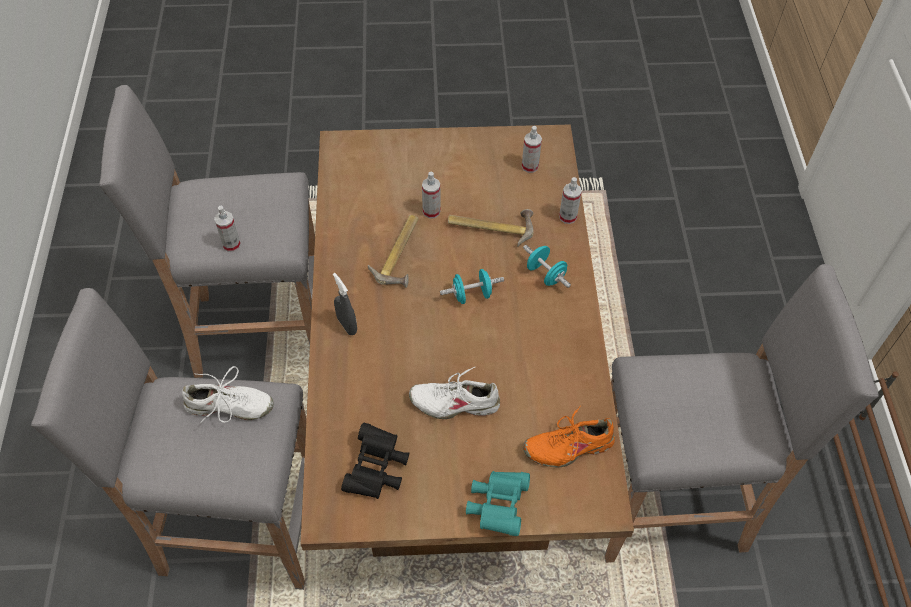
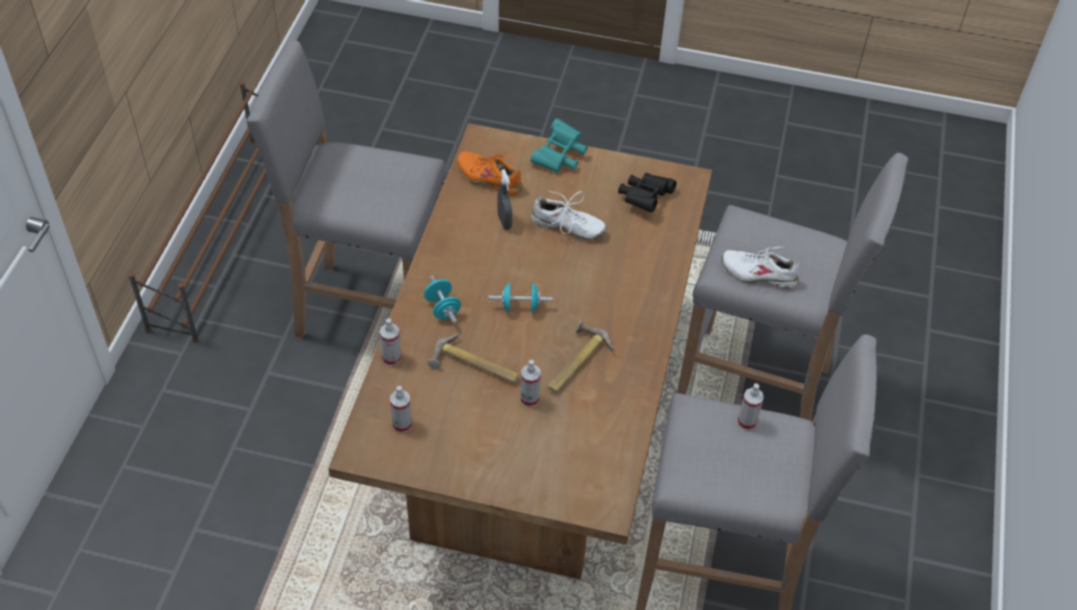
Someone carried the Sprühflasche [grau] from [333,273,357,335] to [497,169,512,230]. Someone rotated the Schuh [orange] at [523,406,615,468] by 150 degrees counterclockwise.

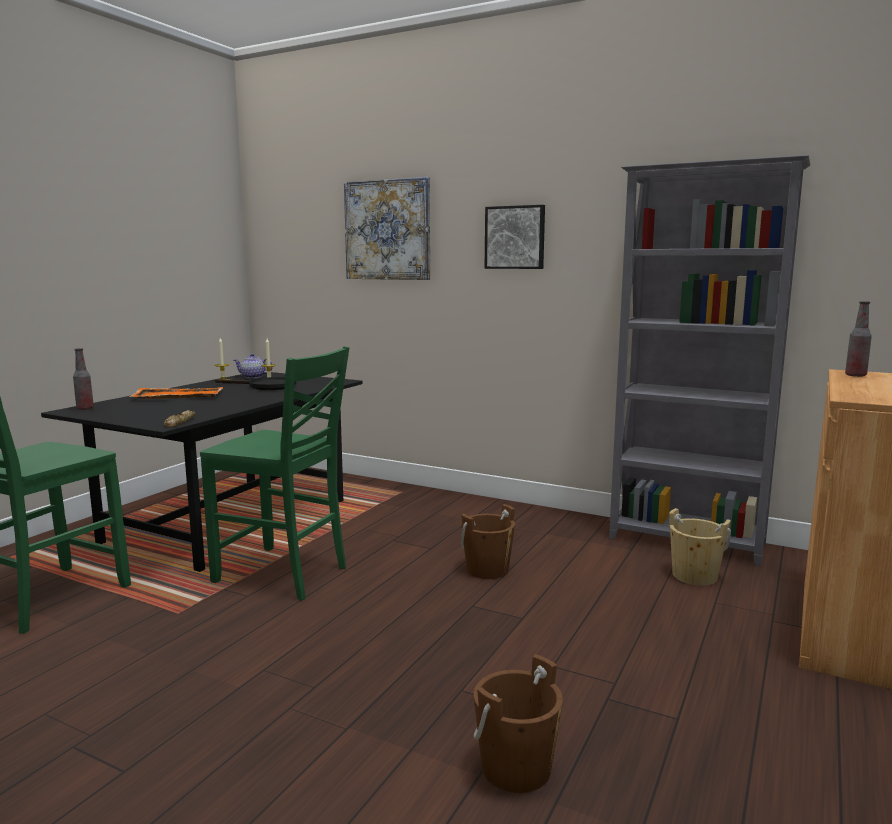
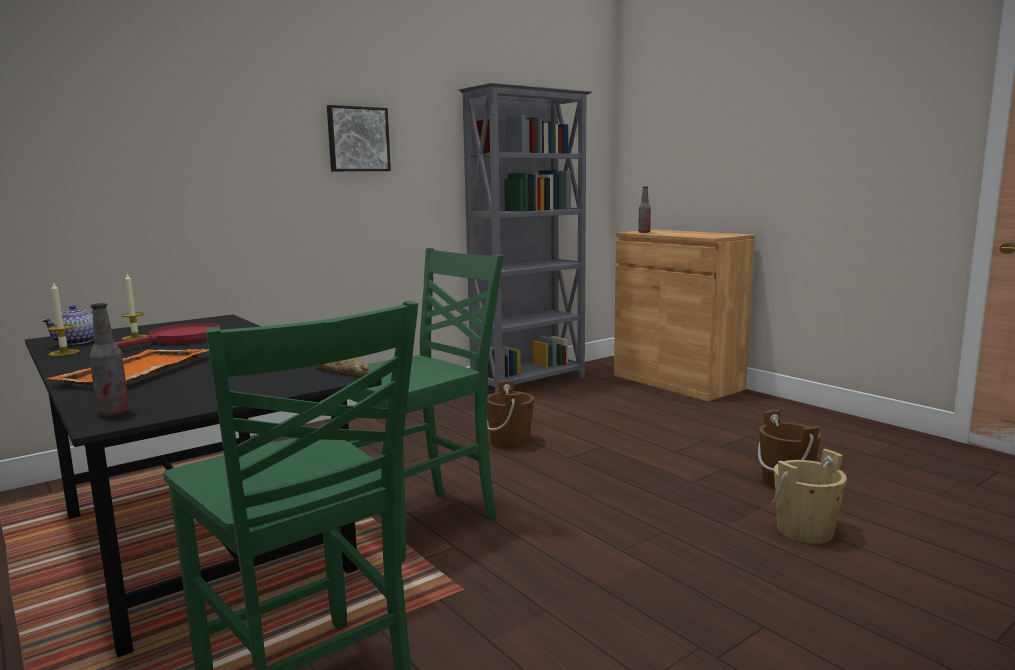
Someone repainted the Pfanne [schwarz] at [215,377,296,390], which became the Pfanne [rot] at [91,323,221,350]. Someone took away the Bild at [344,177,430,280]. Someone carried the Eimer [beige] from [669,508,731,586] to [772,449,847,544].

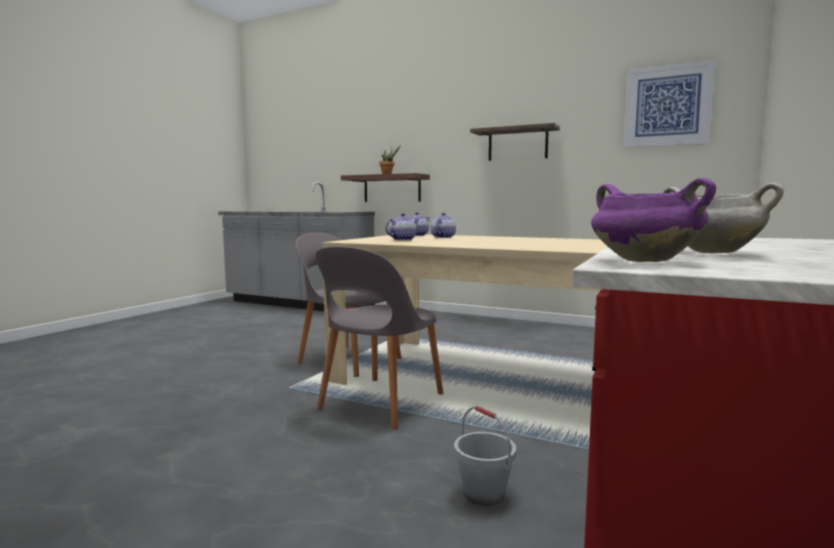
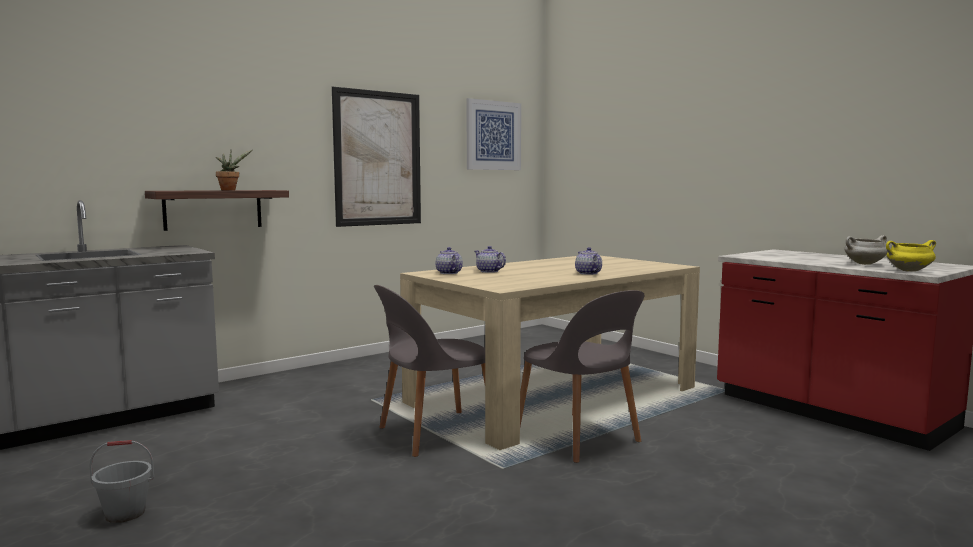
Someone carried the Teekanne from [385,213,420,241] to [575,247,602,275]. Someone carried the Eimer [grau] from [454,406,516,506] to [89,440,154,523]. Someone swapped the Wandregal at [470,123,560,161] for the Bild at [332,86,421,227]. Someone repainted the Kochtopf [lila] at [591,178,716,262], which became the Kochtopf [gelb] at [886,240,936,272].

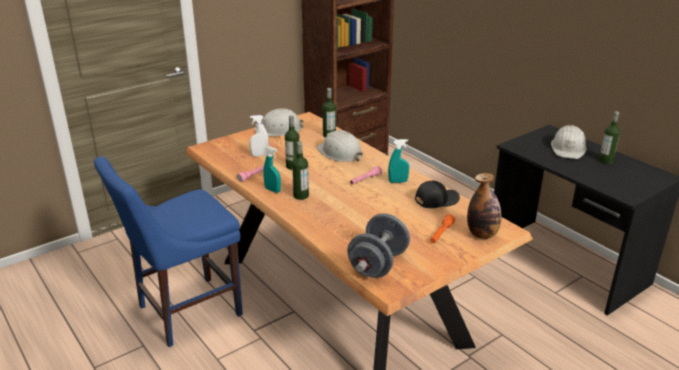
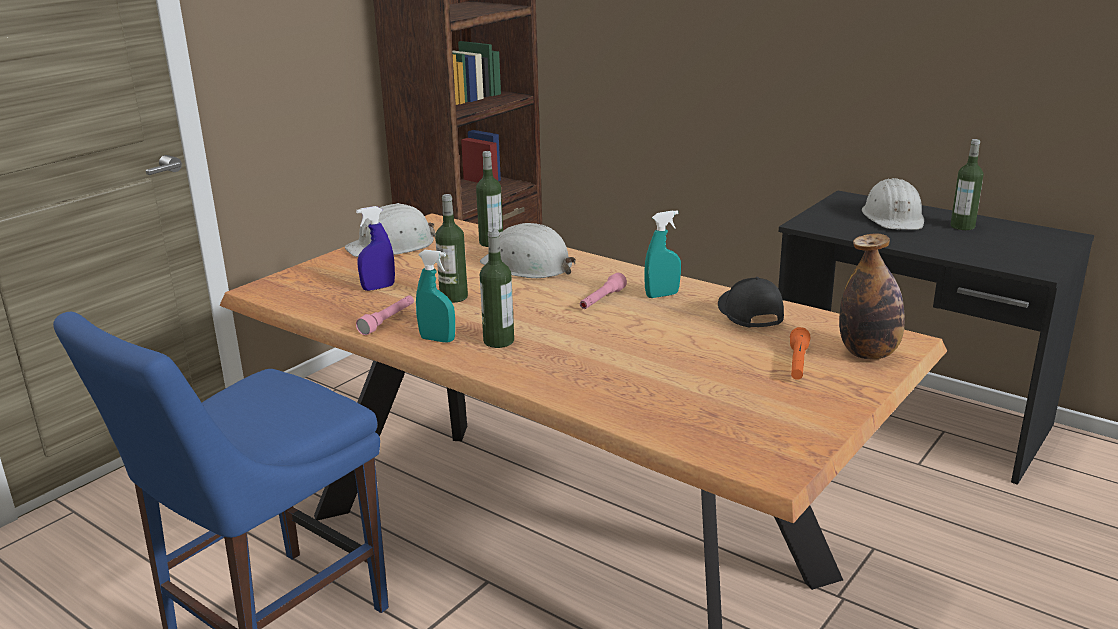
Someone repainted the Sprühflasche [weiß] at [249,115,269,156], which became the Sprühflasche [blau] at [356,206,395,291]. Someone took away the Hantel [grau] at [347,213,410,278]. Someone rotated the Kappe [schwarz] at [415,181,460,208] by 60 degrees counterclockwise.

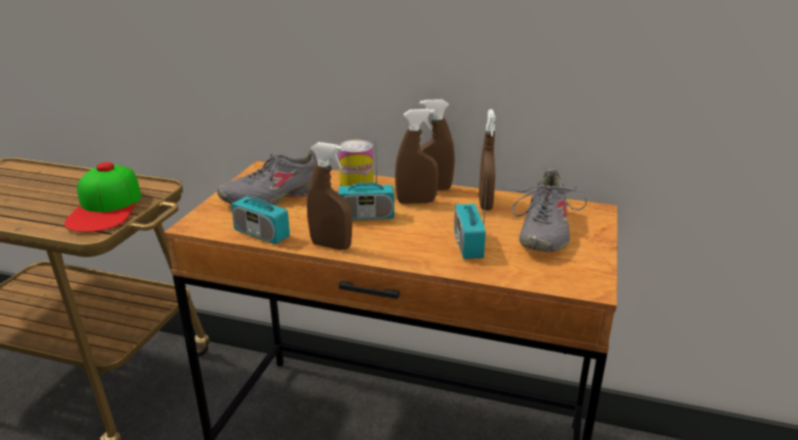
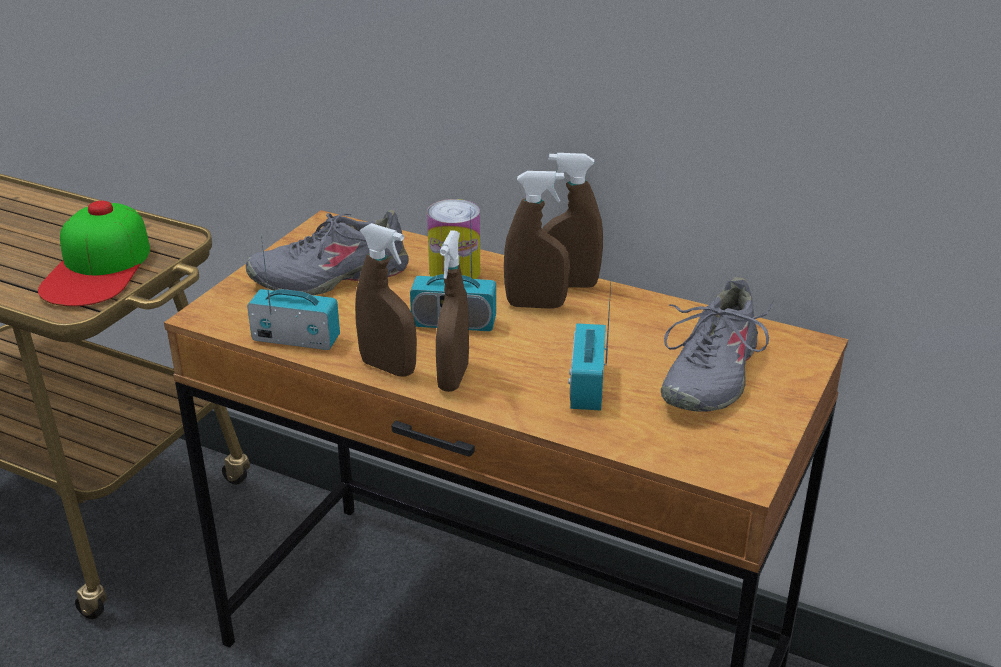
Someone rotated the Radio at [231,155,290,244] by 150 degrees clockwise. Someone carried the Sprühflasche [braun] from [479,109,496,210] to [436,230,469,392].

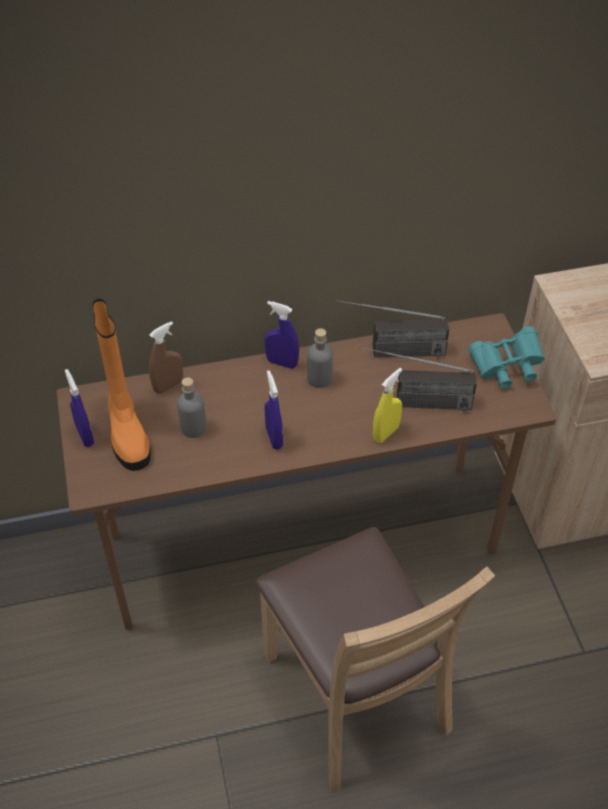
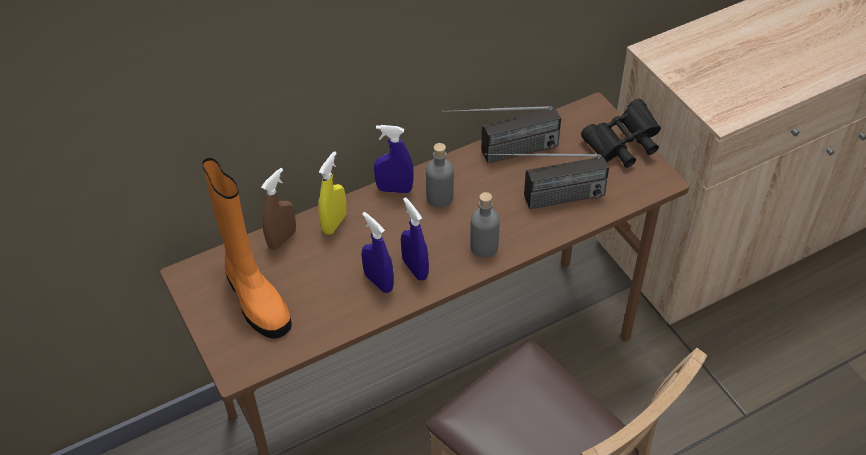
Someone carried the Sprühflasche [blau] from [65,369,94,447] to [361,212,394,293]. Someone carried the Flasche [grau] from [177,377,207,438] to [470,192,500,258]. Someone carried the Sprühflasche [gelb] from [373,368,402,443] to [318,151,347,235]. Someone repainted the Fernglas [türkis] at [468,326,545,389], which became the Fernglas [schwarz] at [581,99,661,168].

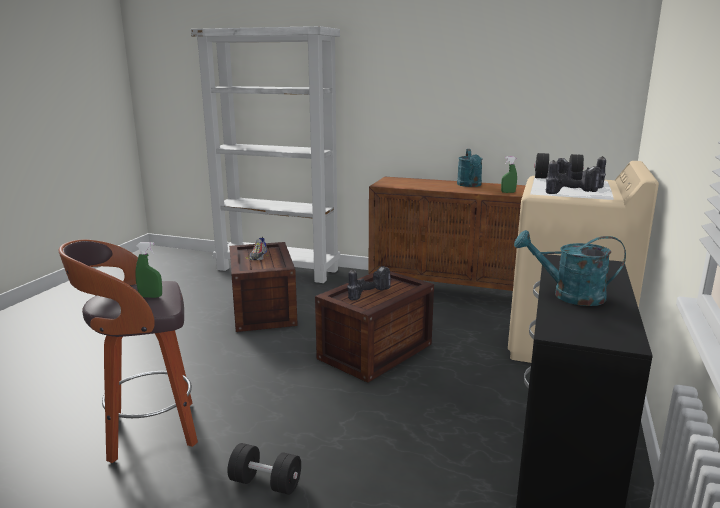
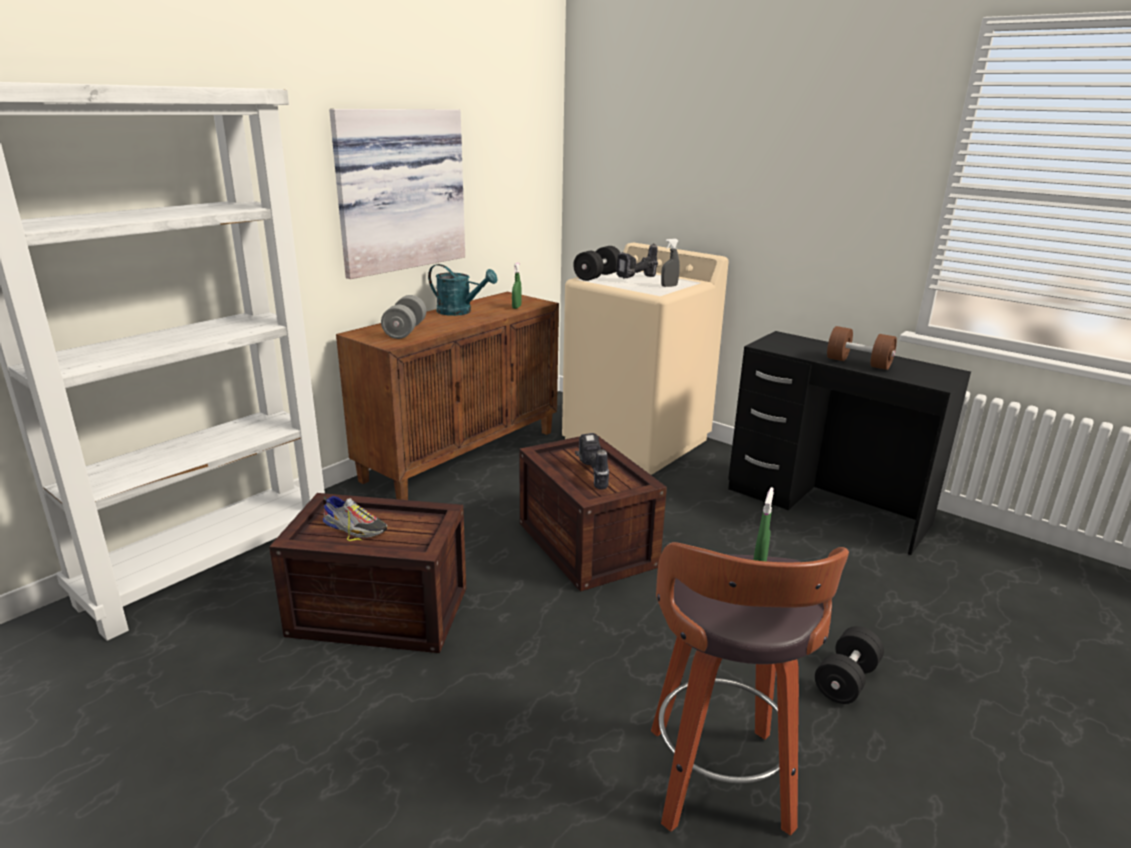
Someone swapped the Gießkanne [türkis] at [514,230,626,306] for the Hantel [braun] at [827,326,897,370]. Someone swapped the Bohrmaschine at [546,160,600,194] for the Sprühflasche [grau] at [661,239,680,287]. Someone put up the Bild at [329,109,465,279]. Someone put down the Hantel [grau] at [381,295,426,339].

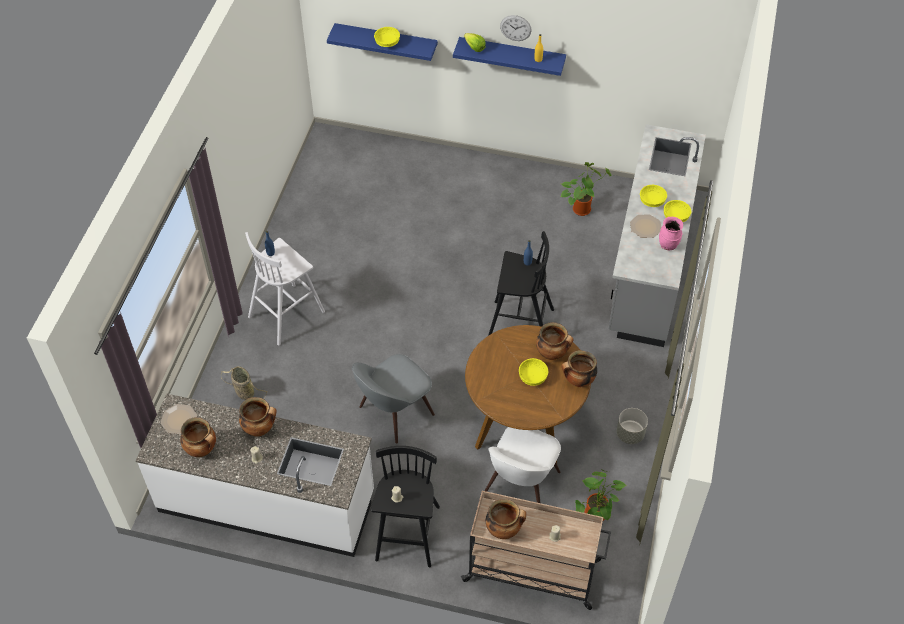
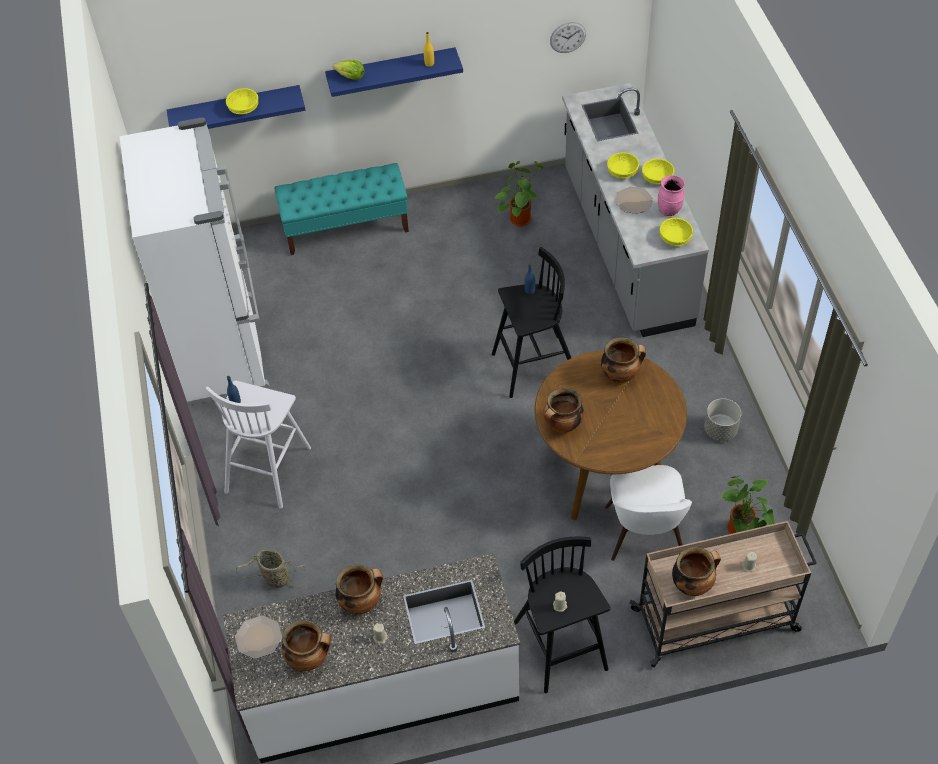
Someone took away the Stuhl [grau] at [352,354,435,444]. Someone carried the Wanduhr from [500,15,532,41] to [550,22,586,53]. Someone carried the Schüssel [gelb] from [519,358,548,386] to [660,218,693,246]. Someone carried the Kochtopf from [562,350,597,387] to [543,388,584,433]. Someone put down the Kühlschrank [weiß] at [120,117,270,406]. Someone put down the Bank [türkis] at [274,163,409,255].

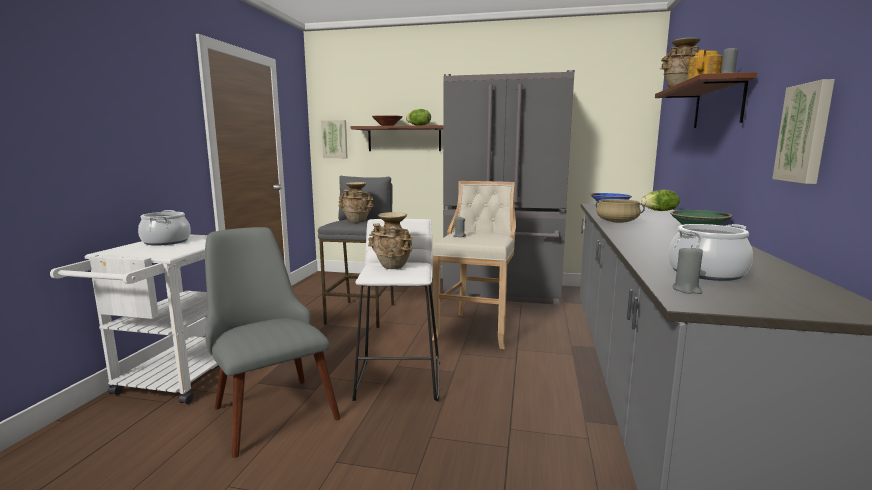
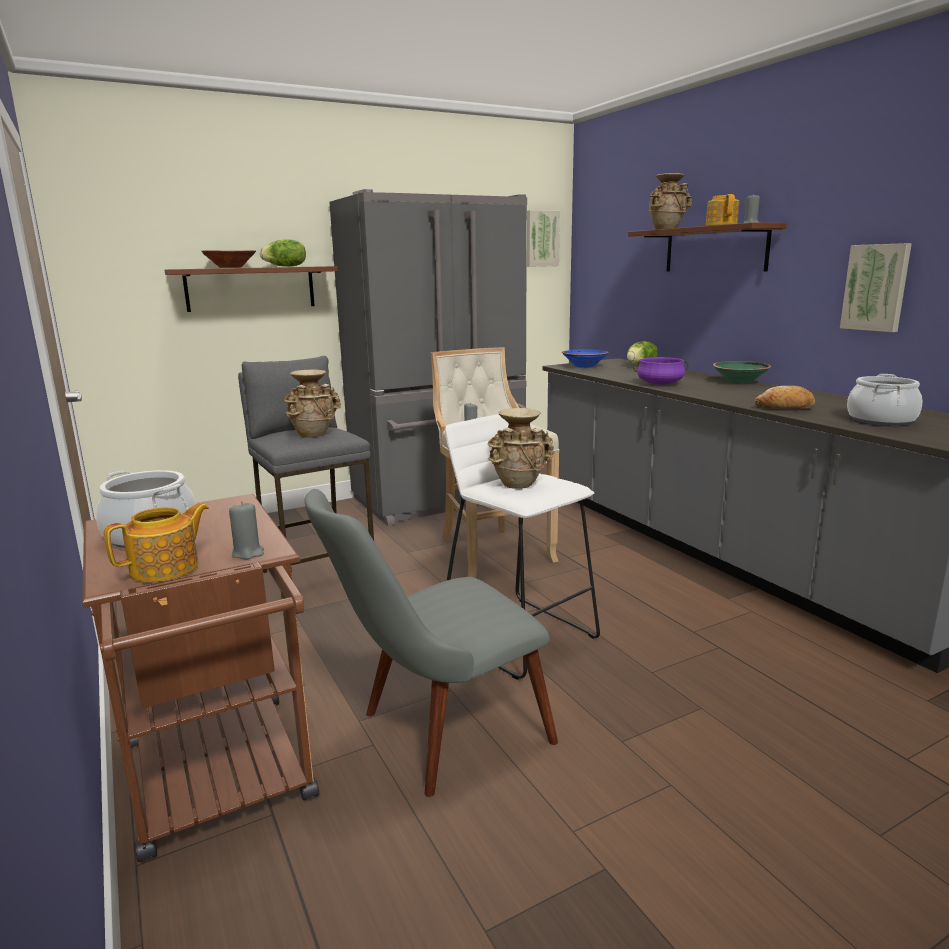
Someone repainted the Rollwagen [weiß] at [50,235,218,404], which became the Rollwagen [braun] at [82,494,319,862]. Someone rotated the Stuhl [grau] at [205,227,341,458] by 45 degrees counterclockwise. Someone carried the Bild from [321,120,348,158] to [527,210,560,267]. Someone repainted the Kochtopf [beige] at [596,199,645,223], which became the Kochtopf [lila] at [633,357,689,385]. Someone carried the Kerze [grau] from [673,245,703,294] to [229,501,264,559]. Someone put down the Teekanne at [104,503,209,582]. Someone put down the Brot at [755,386,815,409].

